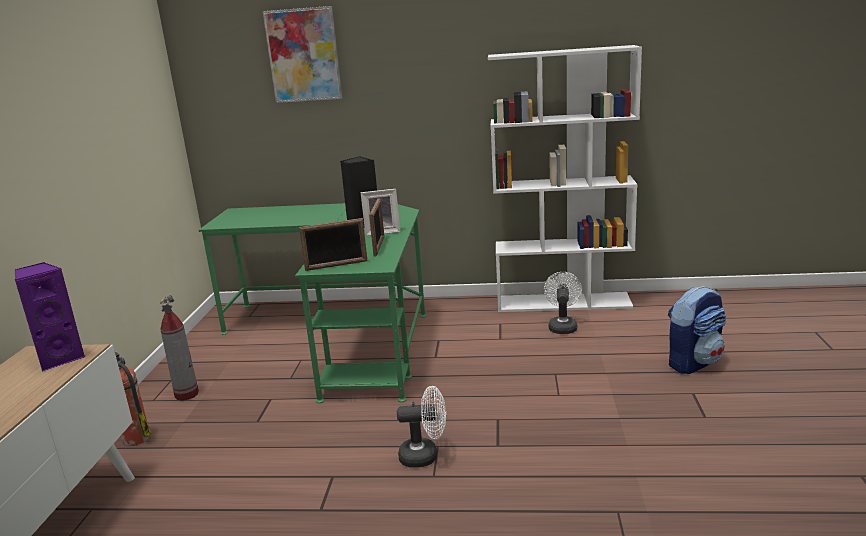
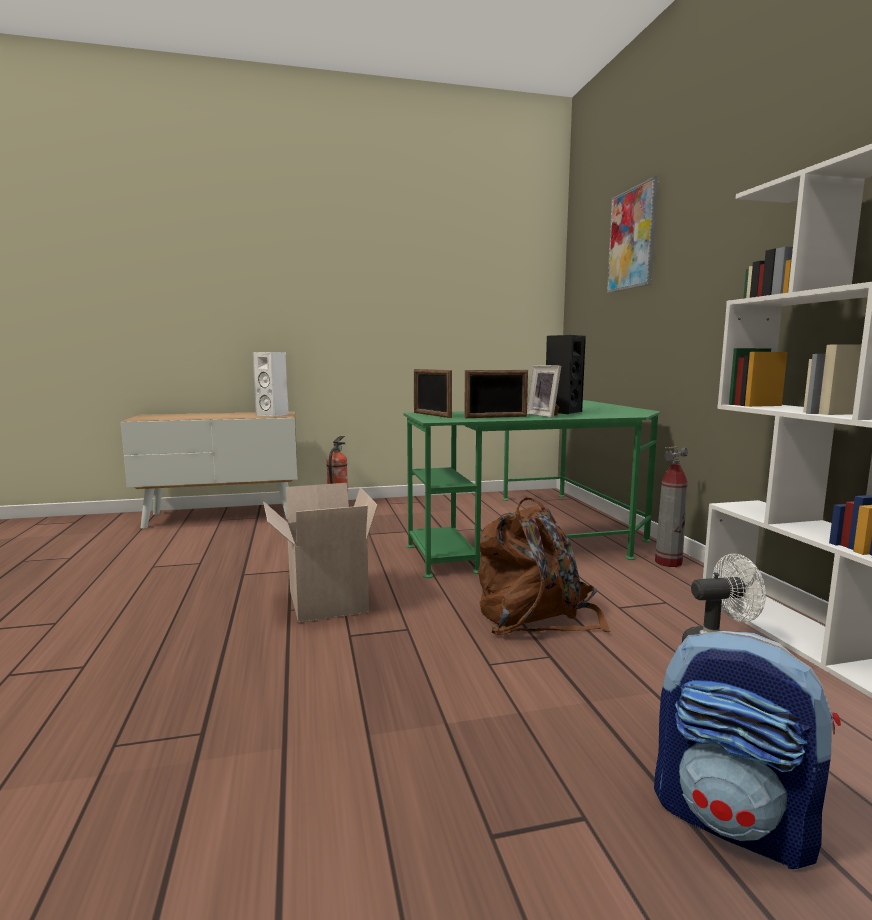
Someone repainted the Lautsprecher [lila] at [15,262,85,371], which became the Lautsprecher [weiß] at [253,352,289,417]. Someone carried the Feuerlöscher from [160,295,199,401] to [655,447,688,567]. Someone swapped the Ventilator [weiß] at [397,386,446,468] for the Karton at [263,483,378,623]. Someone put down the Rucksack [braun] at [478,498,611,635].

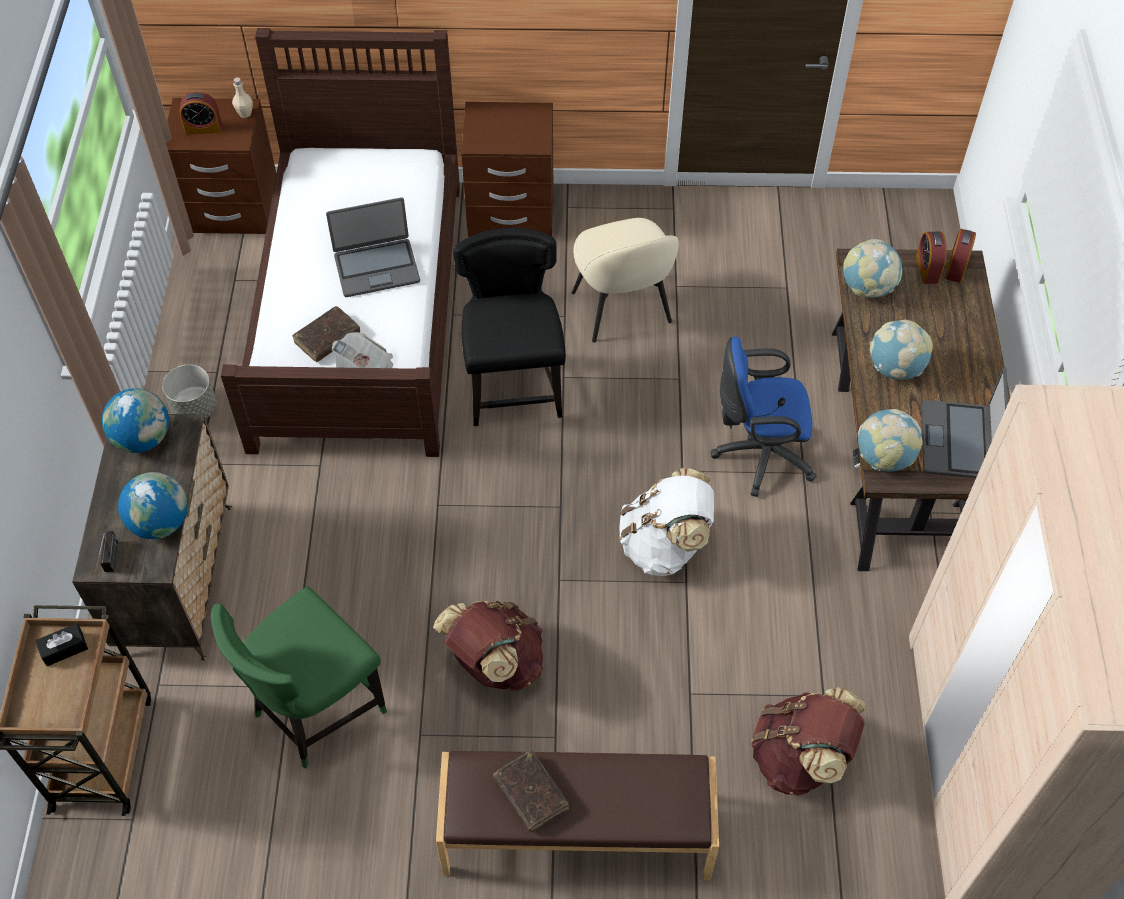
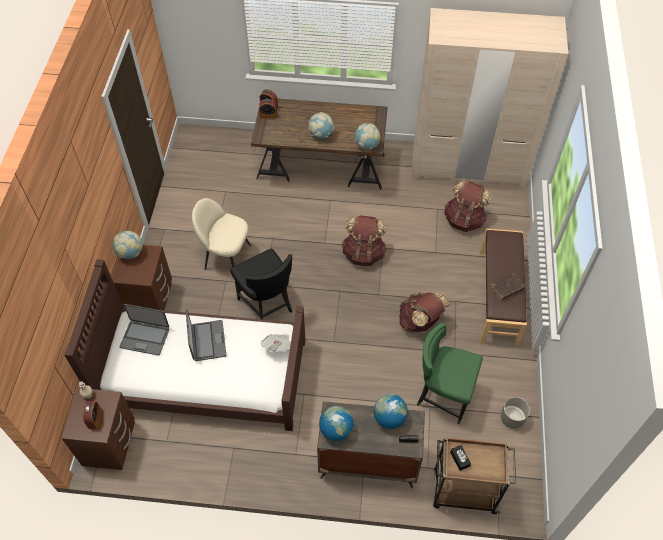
Someone carried the Pflanzkübel [grau] from [162,364,216,418] to [500,397,530,429]. Someone rotated the Stuhl [grün] at [211,587,387,768] by 150 degrees clockwise. Someone took away the Buch [braun] at [292,306,360,362]. Someone rotated the Stuhl [schwarz] at [453,228,566,426] by 120 degrees counterclockwise. Someone rotated the Stuhl [beige] at [572,218,679,343] by 150 degrees counterclockwise. Someone repainted the Rucksack [weiß] at [619,468,714,576], which became the Rucksack [braun] at [341,215,387,266]. Someone took away the Bürostuhl [blau] at [711,336,816,497]. Someone carried the Globus from [843,239,902,298] to [113,231,143,259]. Someone carried the Laptop from [922,367,1008,478] to [120,304,169,356].

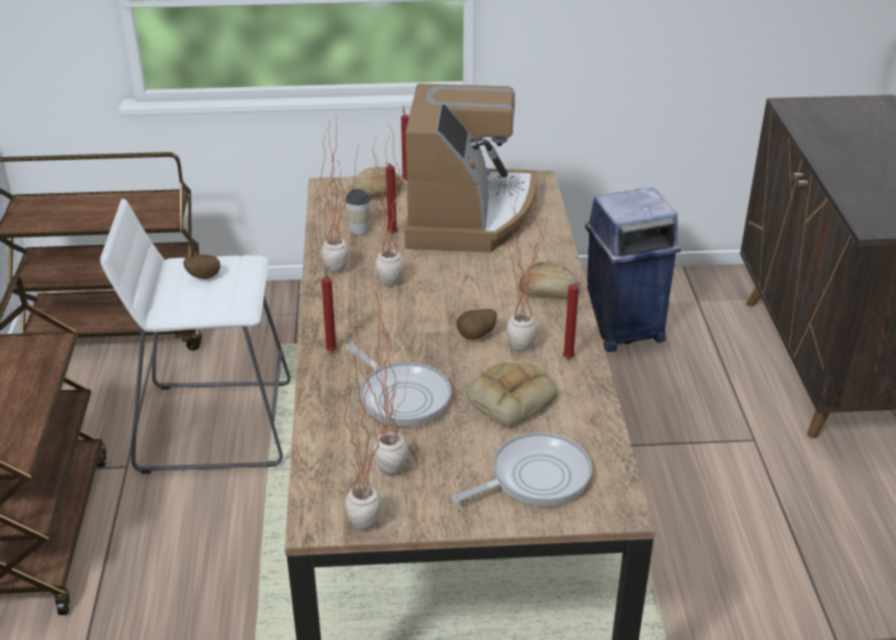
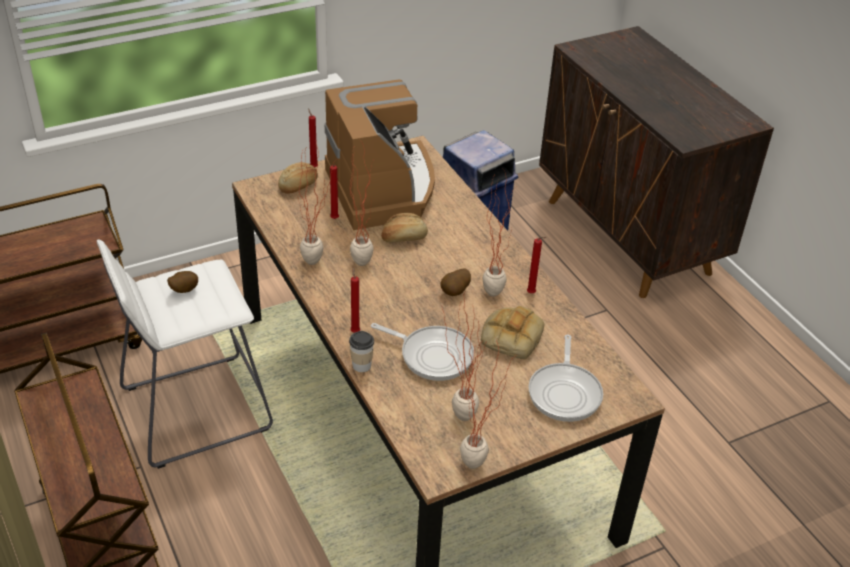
Someone carried the Tasse from [345,189,371,234] to [349,331,374,372]. Someone rotated the Pfanne at [452,432,592,506] by 150 degrees clockwise. Someone carried the Brot from [518,262,578,299] to [381,213,428,242].

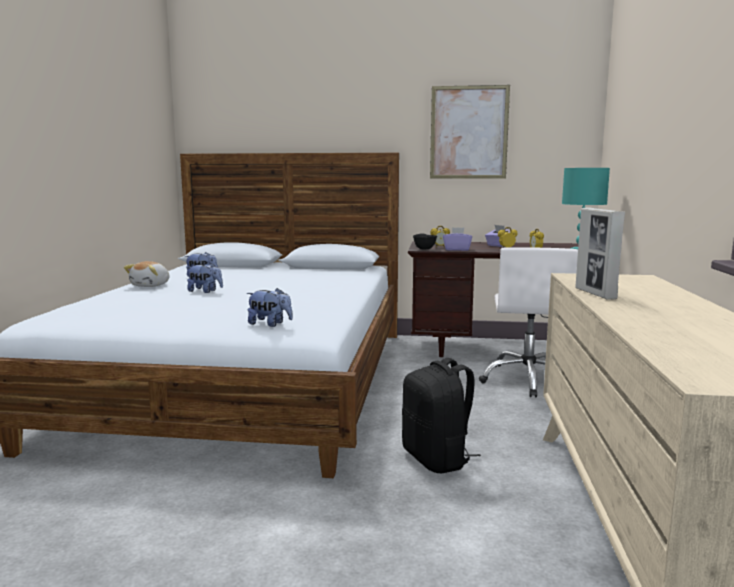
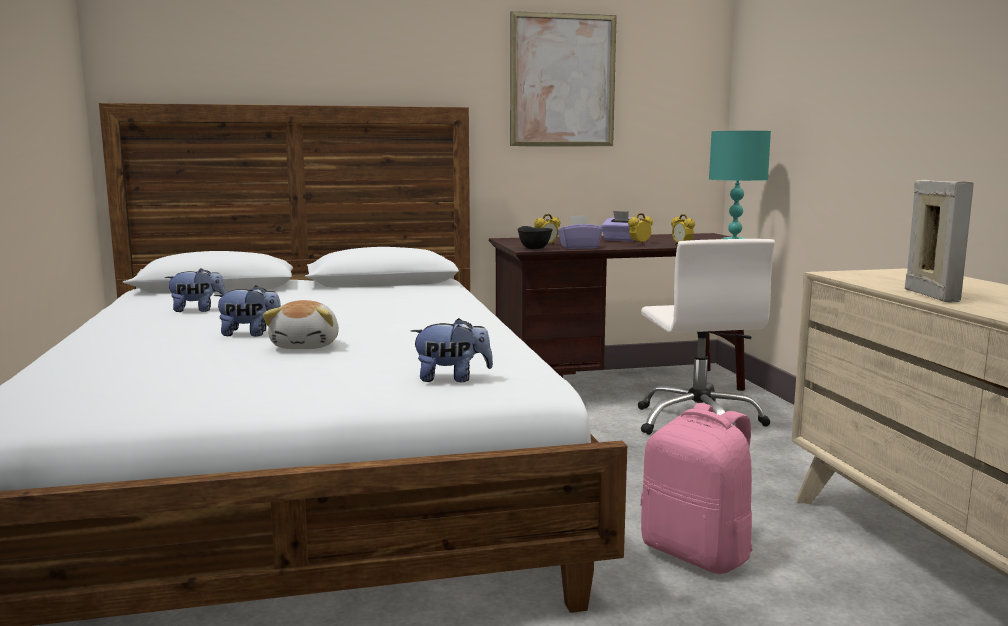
Someone carried the Plüschtier from [124,261,169,287] to [262,300,339,349]. Someone repainted the Rucksack [schwarz] at [402,358,481,473], which became the Rucksack [rosa] at [641,403,753,574]. Someone rotated the Bilderrahmen at [575,207,625,300] by 150 degrees counterclockwise.

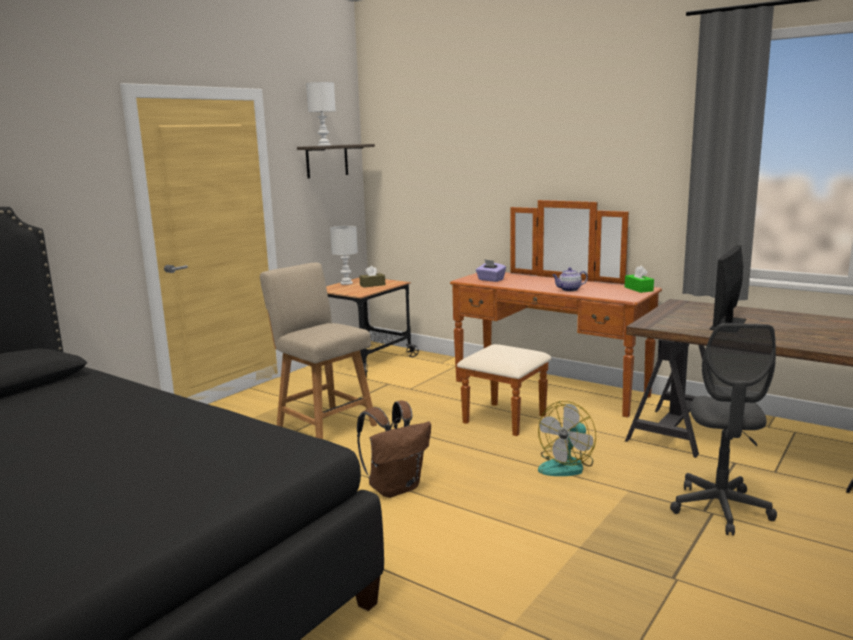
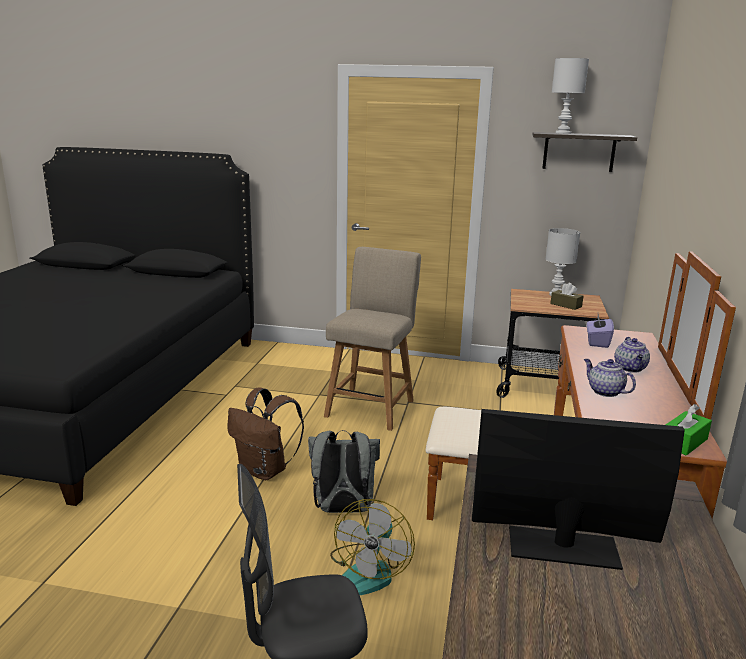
Someone rotated the Ventilator at [538,401,596,476] by 90 degrees counterclockwise. Someone put down the Rucksack [grau] at [308,430,380,513]. Someone put down the Teekanne at [614,337,650,373].

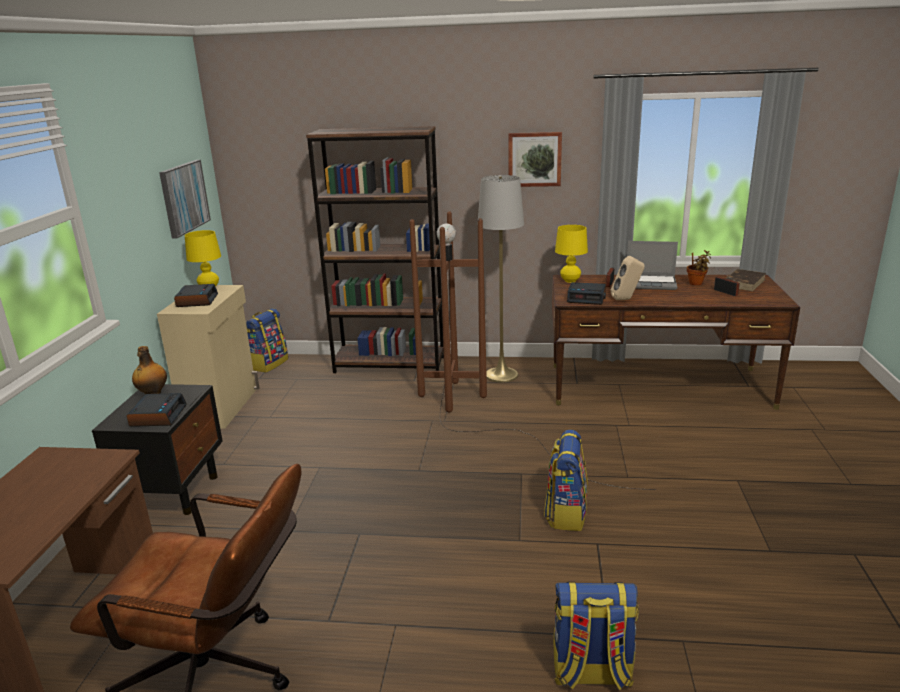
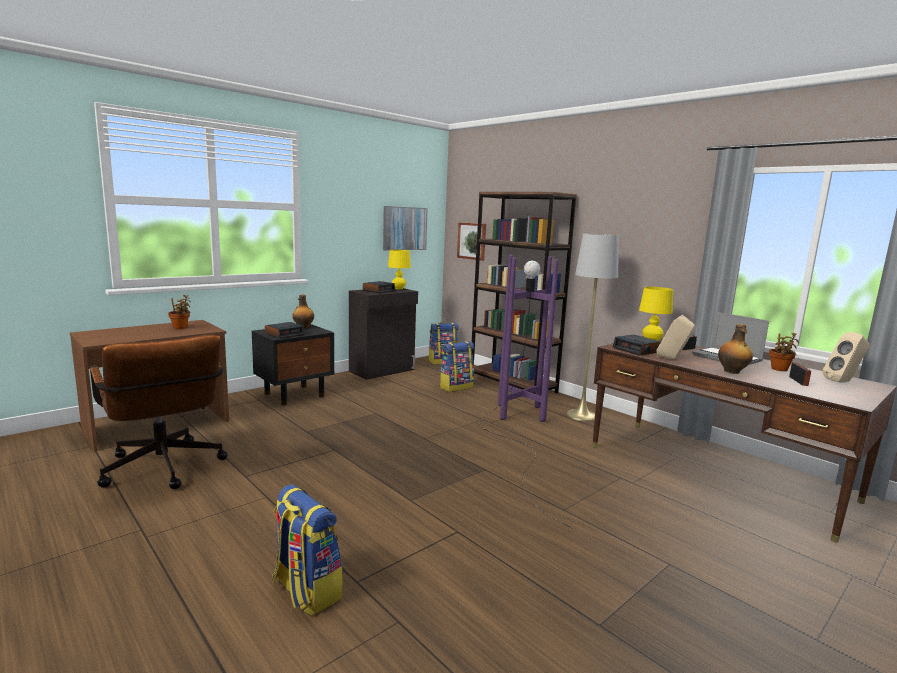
Someone repainted the Schrank [beige] at [157,285,260,429], which became the Schrank [schwarz] at [349,288,418,380]. Someone repainted the Stehlampe [braun] at [409,211,657,490], which became the Stehlampe [lila] at [479,254,573,529]. Someone carried the Bild from [509,132,562,187] to [457,222,486,261]. Someone carried the Rucksack from [544,430,588,531] to [440,341,474,392]. Someone swapped the Buch [braun] at [725,269,766,291] for the Lautsprecher [beige] at [823,332,869,383]. Someone put down the Topfpflanze at [168,295,191,329]. Someone put down the Flasche at [718,324,753,374].

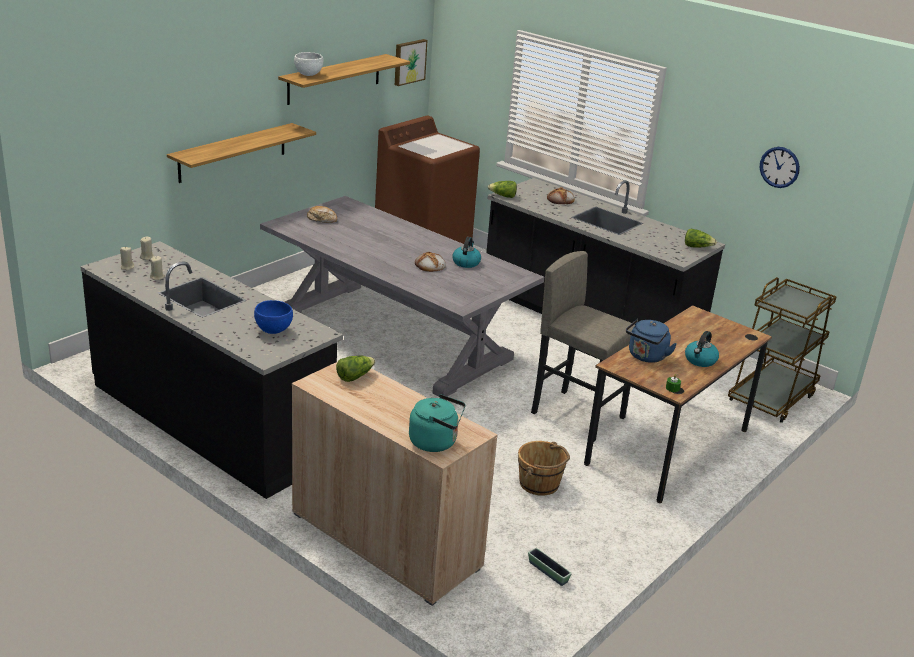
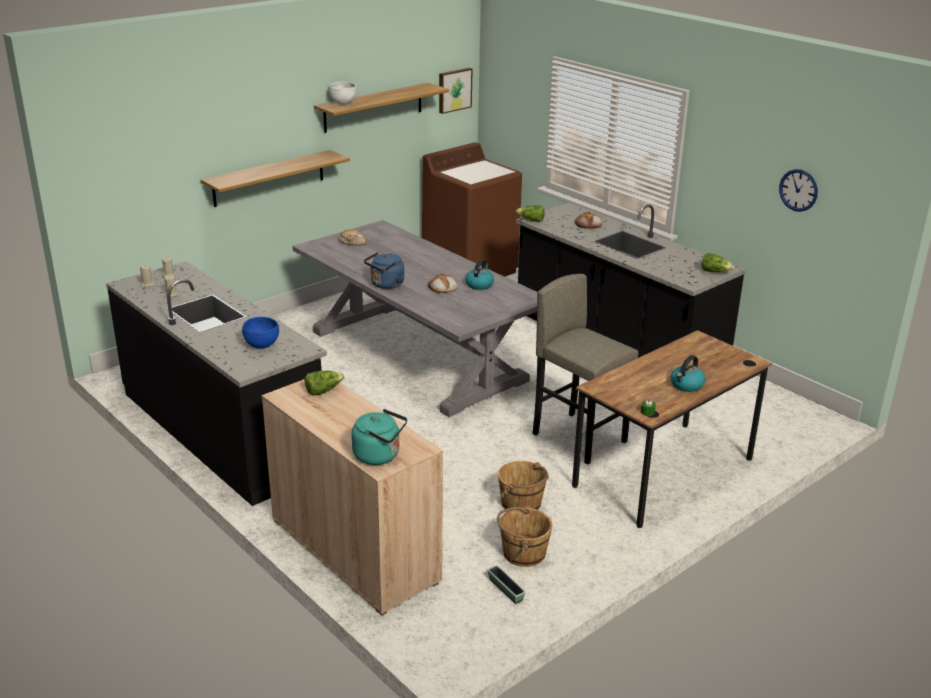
Someone carried the Wasserkessel [blau] from [626,319,677,363] to [364,252,404,289]. Someone took away the Rollwagen [braun] at [728,277,837,423]. Someone put down the Eimer [braun] at [497,505,552,567].

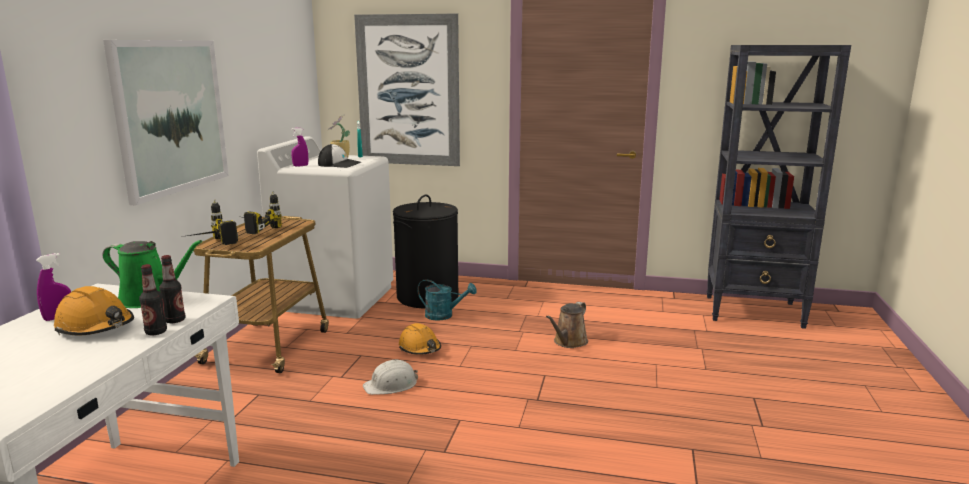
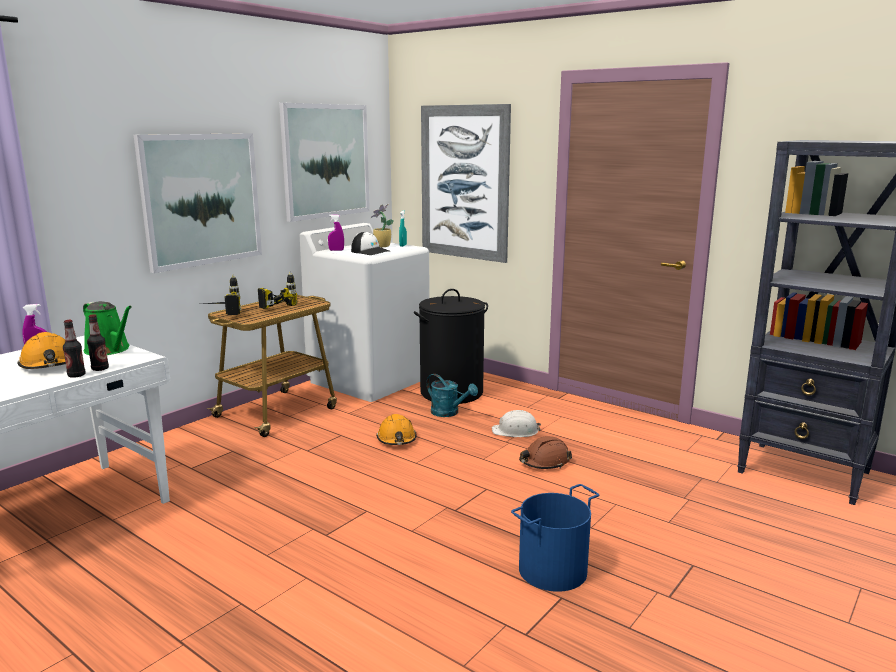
Someone carried the Schutzhelm [weiß] from [363,359,418,395] to [492,410,541,437]. Someone swapped the Gießkanne [braun] at [546,302,588,348] for the Schutzhelm [braun] at [519,436,572,469]. Someone put up the Bild at [279,103,370,222]. Someone put down the Eimer [blau] at [511,484,599,592].

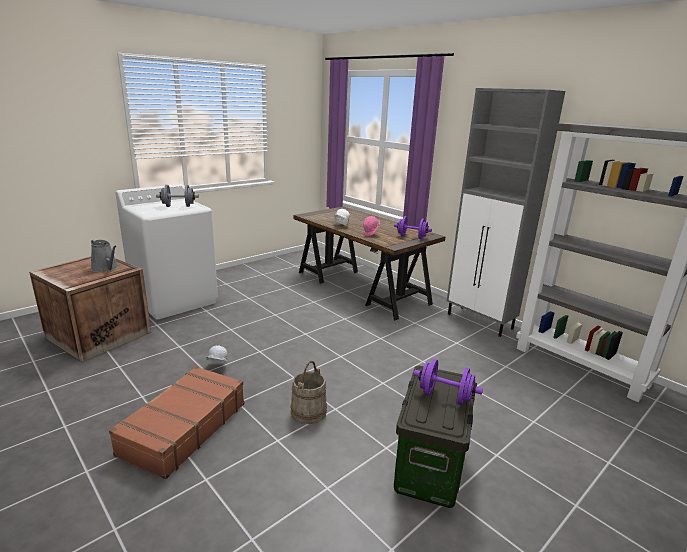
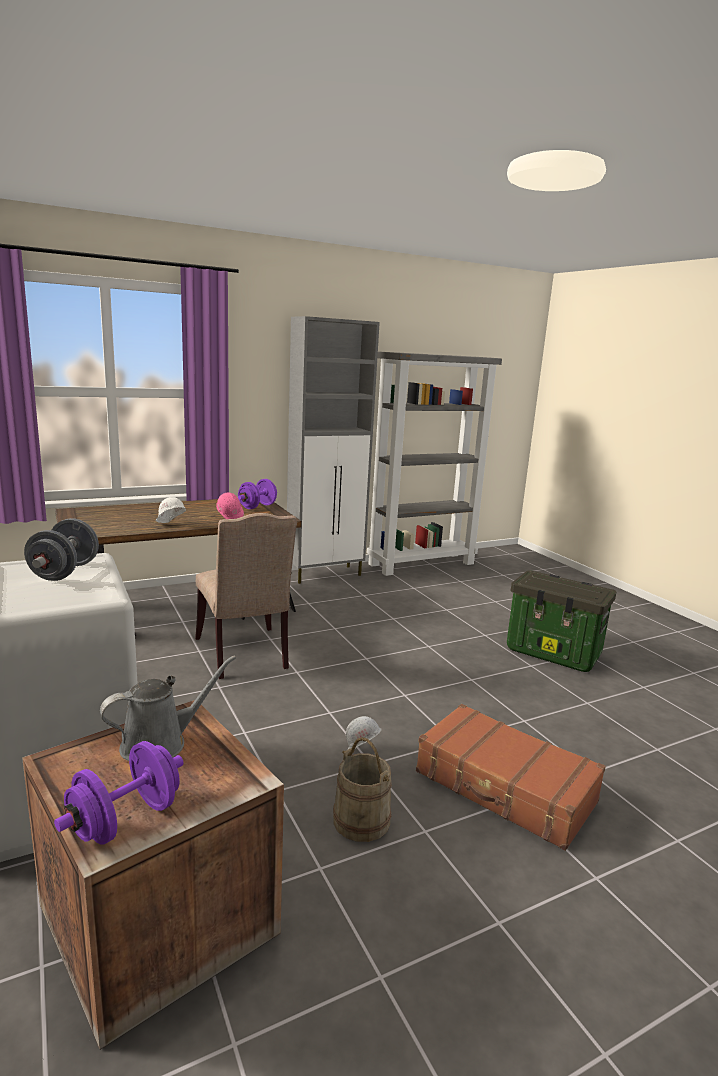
Someone carried the Eimer [beige] from [290,361,327,424] to [333,737,392,842]. Someone carried the Hantel [lila] from [414,359,483,405] to [54,741,183,845]. Someone put down the Stuhl [beige] at [195,513,297,679].

